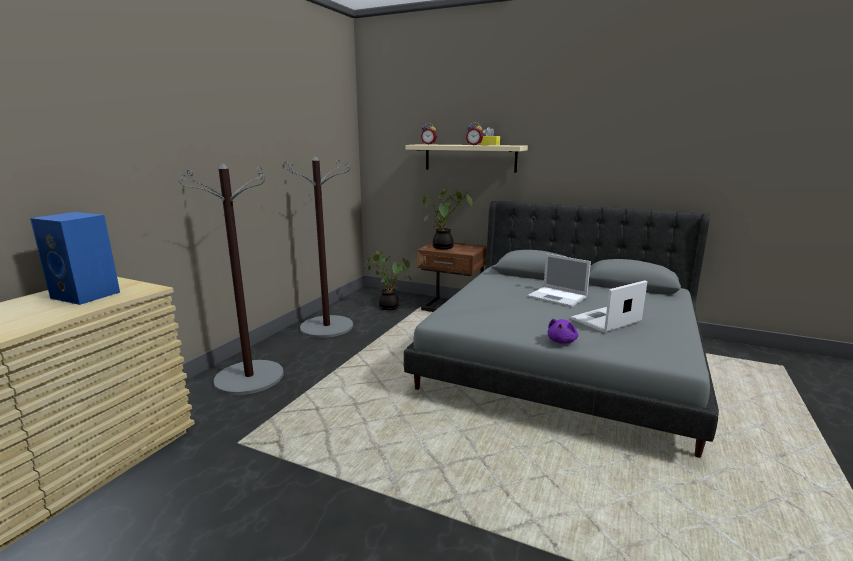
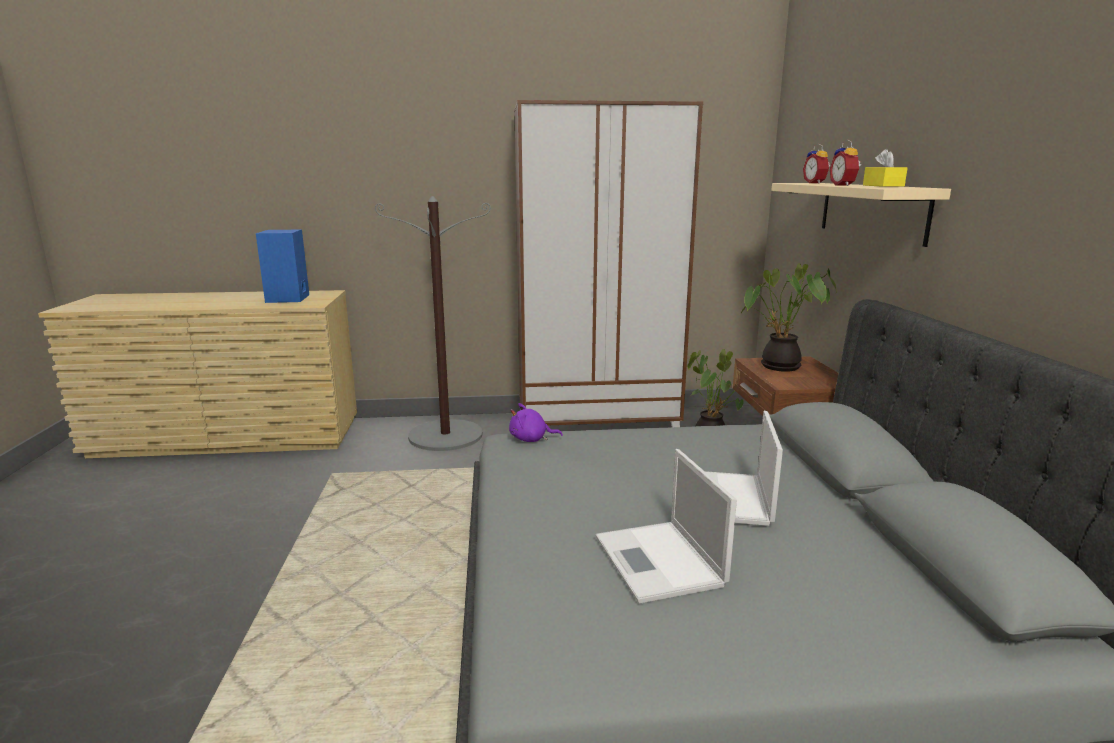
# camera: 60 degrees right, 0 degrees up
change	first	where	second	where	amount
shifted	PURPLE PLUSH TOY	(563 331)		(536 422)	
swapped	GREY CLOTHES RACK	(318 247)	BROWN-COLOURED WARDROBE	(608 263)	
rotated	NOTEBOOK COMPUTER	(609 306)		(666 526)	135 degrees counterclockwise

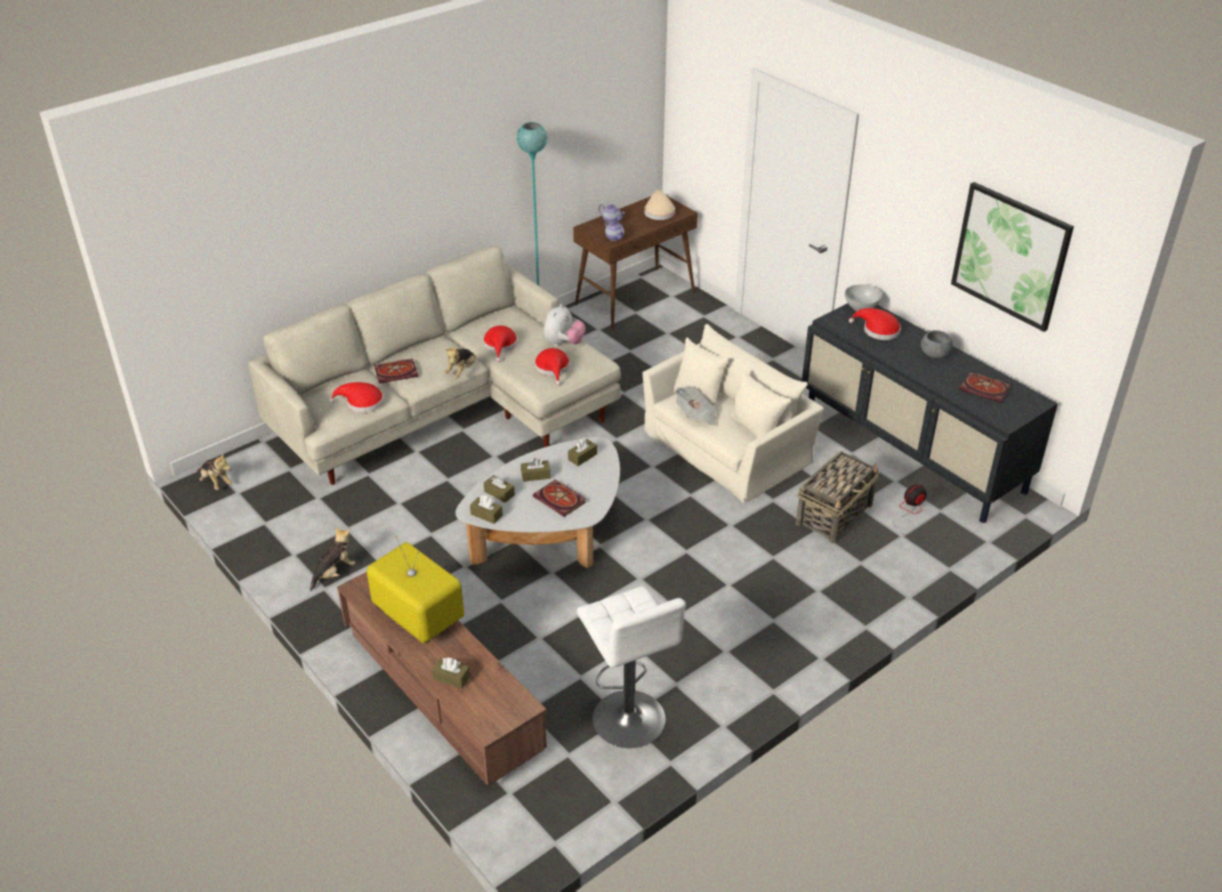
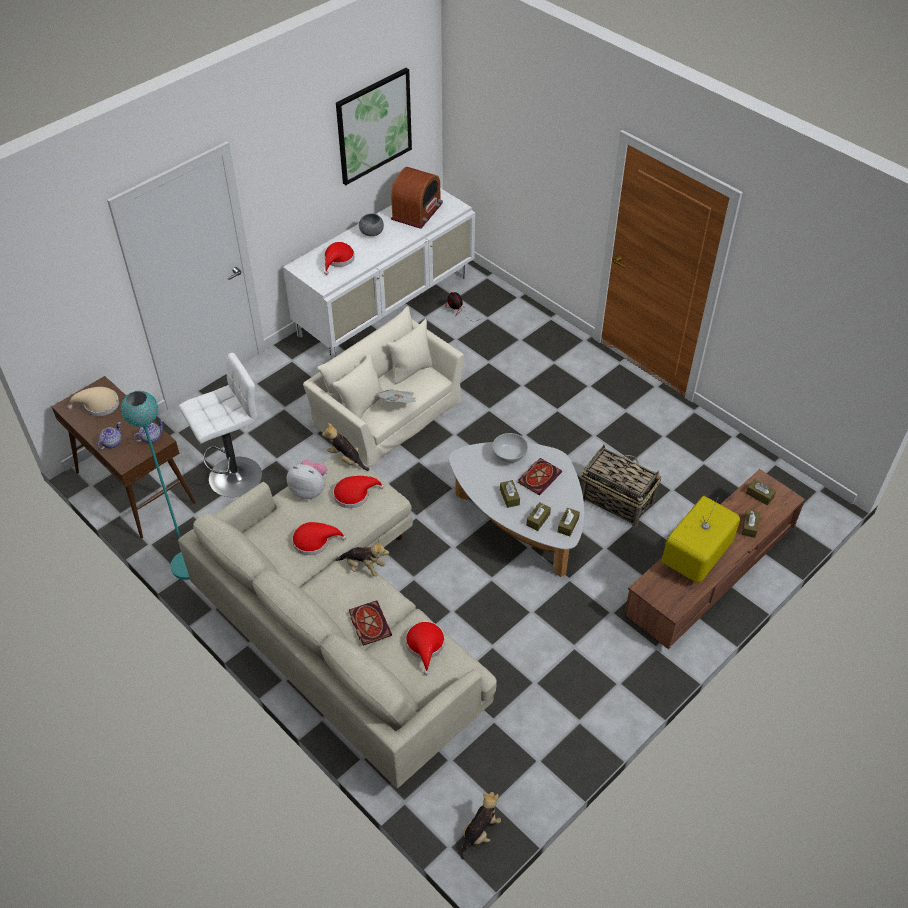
# camera: 95 degrees left, 10 degrees up
change	first	where	second	where	amount
shifted	WHITE STOOL SEAT	(631 667)		(220 425)	
repainted	BLACK-COLOURED STORAGE CABINET	(930 413)	WHITE STORAGE CABINET	(379 273)	
shifted	PLUSH TOY	(333 559)		(346 447)	
swapped	BOUND BOOK	(985 387)	RADIO SET	(417 198)	
shifted	WHITE DEEP DISH	(863 297)		(510 448)	
shifted	HOUSEHOLD BASKET	(837 497)		(621 485)	
shifted	BROWN-COLOURED TISSUE HOLDER	(582 452)		(761 492)	

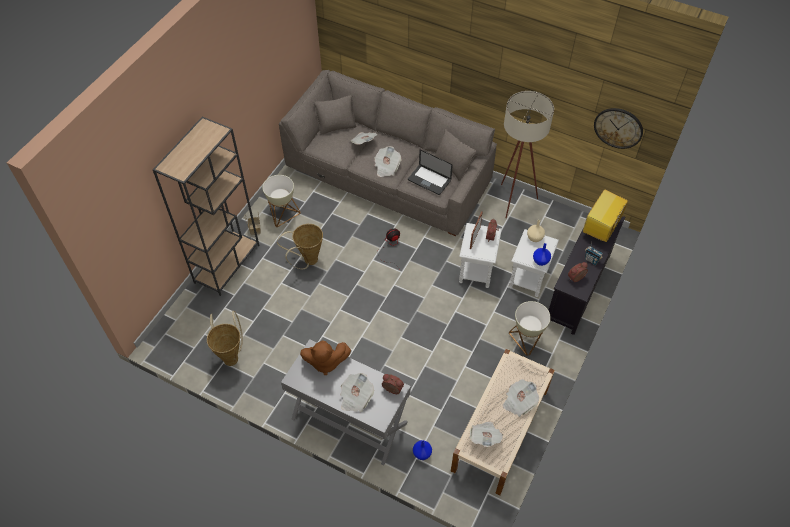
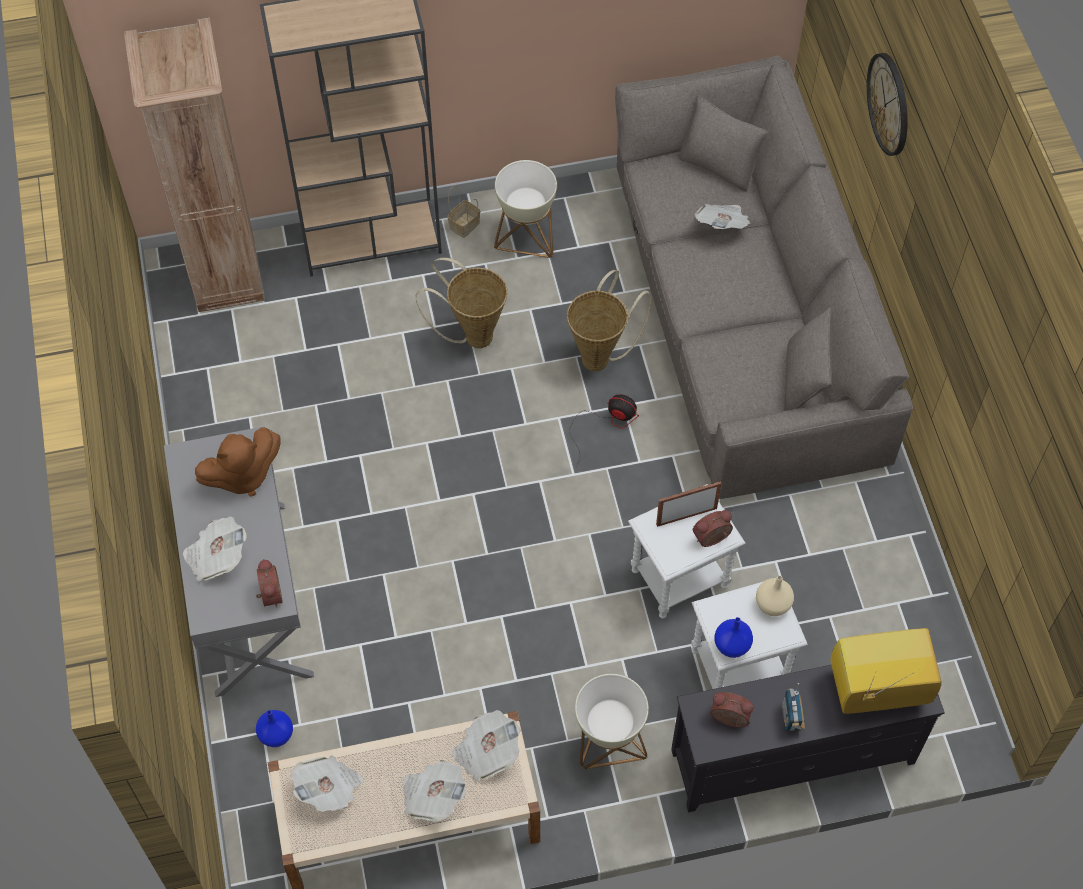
# camera: 50 degrees right, 5 degrees up
change	first	where	second	where	amount
new			BROWN-COLOURED STORAGE CABINET	(194 165)	
rotated	BROWN-COLOURED PLUSH TOY	(325 357)		(237 462)	75 degrees counterclockwise
shifted	PRINTED PAPER	(387 161)		(486 746)	
shifted	HOUSEHOLD BASKET	(225 338)		(609 320)	
shifted	HANGING CLOCK	(618 128)		(887 104)	
gone	NOTEBOOK COMPUTER	(430 172)			
gone	BEIGE-COLOURED FLOOR LAMP	(527 154)			

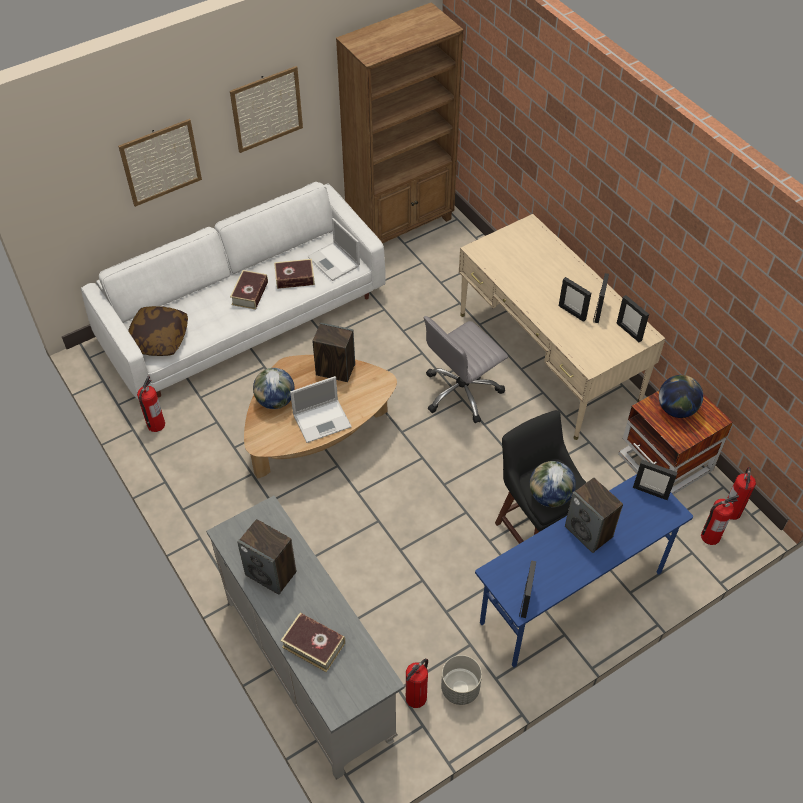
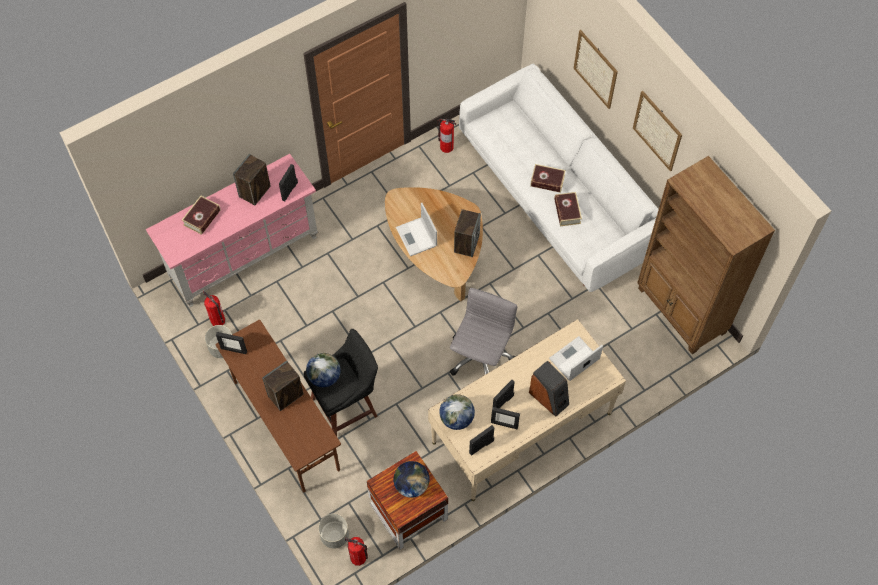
# camera: 90 degrees right, 10 degrees up
change	first	where	second	where	amount
repainted	GREY CHEST OF DRAWERS	(305 638)	PINKISH CHEST OF DRAWERS	(232 231)	
repainted	BLUISH DESK UNIT	(584 570)	BROWN-COLOURED DESK UNIT	(278 406)	
shifted	PICTURE FRAME	(655 480)		(288 182)	
swapped	EXTINGUISHER	(720 520)	GREY PLANTER	(333 531)	
shifted	GLOBE	(274 388)		(457 412)	
rotated	GREY DESK CHAIR	(465 369)		(483 332)	60 degrees clockwise
new			AUDIO SPEAKER	(549 388)	
shifted	NOTEBOOK COMPUTER	(334 249)		(576 358)	
gone	CUSHION	(158 331)			

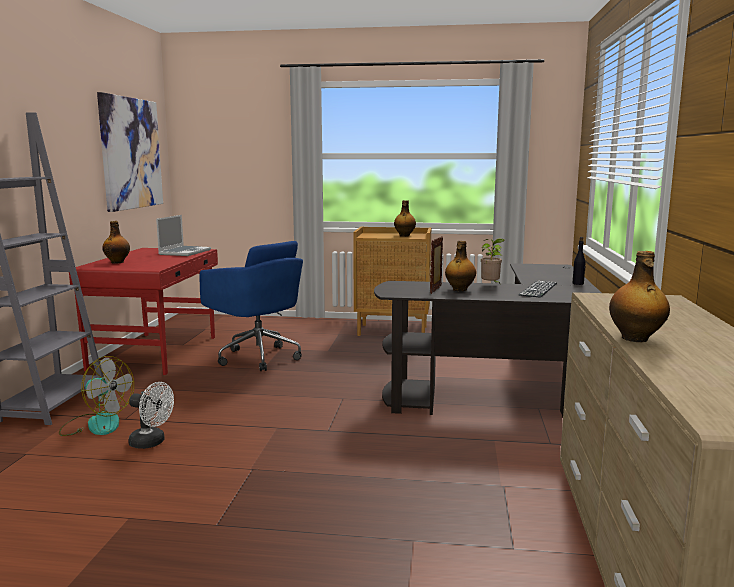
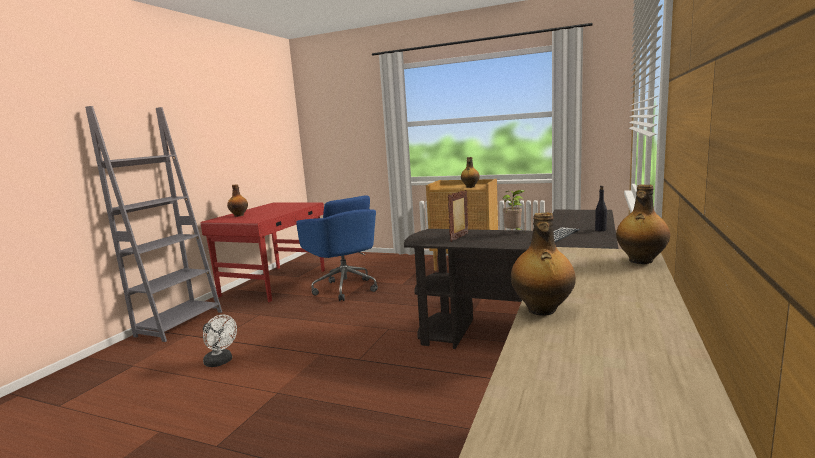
# camera: 15 degrees right, 0 degrees up
change	first	where	second	where	amount
shifted	BEVERAGE BOTTLE	(460 266)		(643 224)	
gone	COOLING FAN	(96 396)			
gone	WALL PICTURE	(130 152)			
gone	NOTEBOOK COMPUTER	(183 235)			

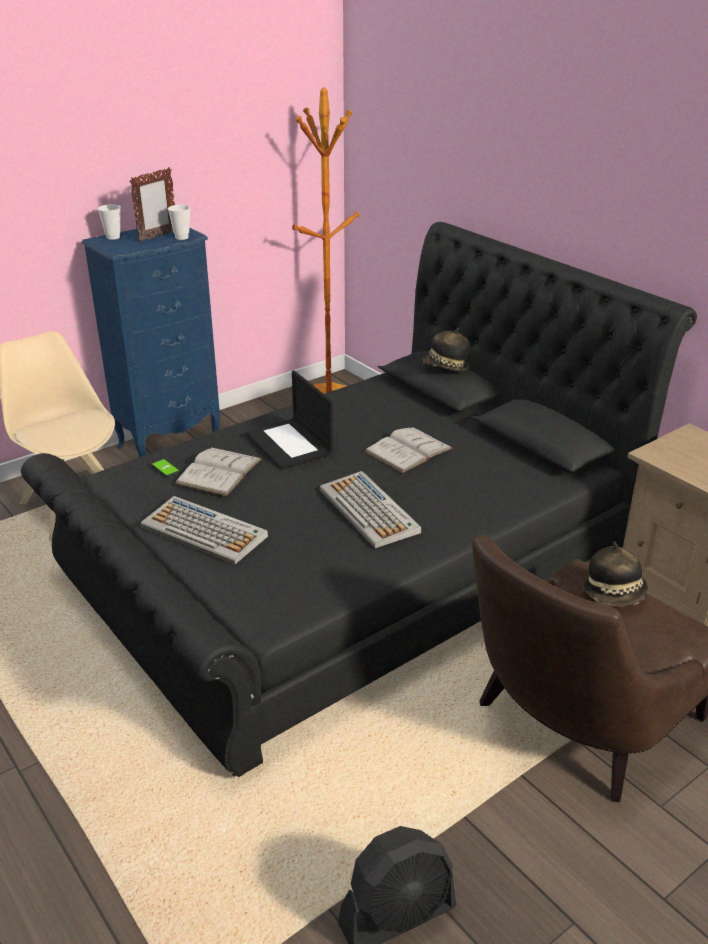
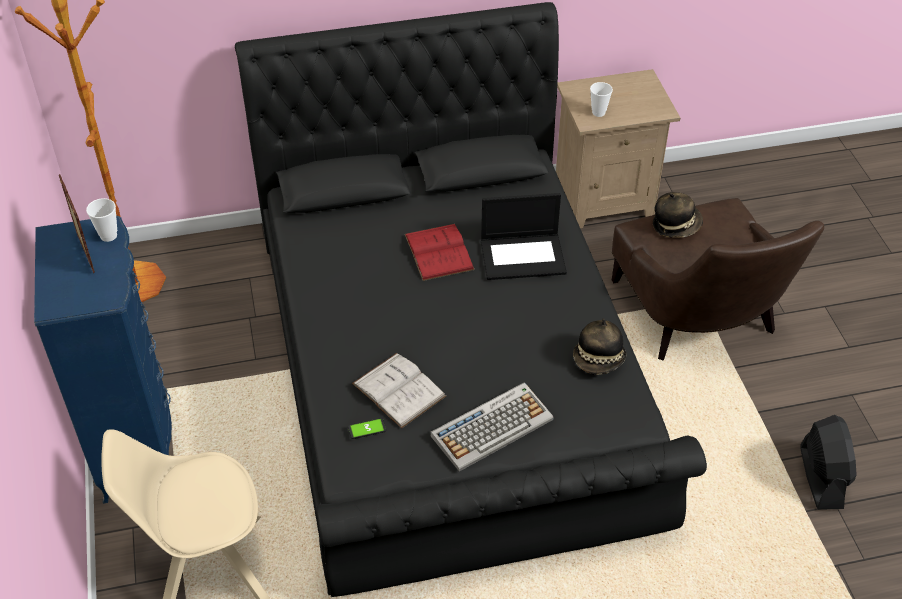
# camera: 65 degrees left, 15 degrees up
change	first	where	second	where	amount
repainted	WHITE BOUND BOOK	(408 450)	RED BOUND BOOK	(440 252)	
shifted	NOTEBOOK COMPUTER	(289 420)		(524 236)	
shifted	WEARABLE HAT	(445 349)		(600 346)	
shifted	CUP	(109 222)		(601 99)	
gone	PC KEYBOARD	(370 509)			

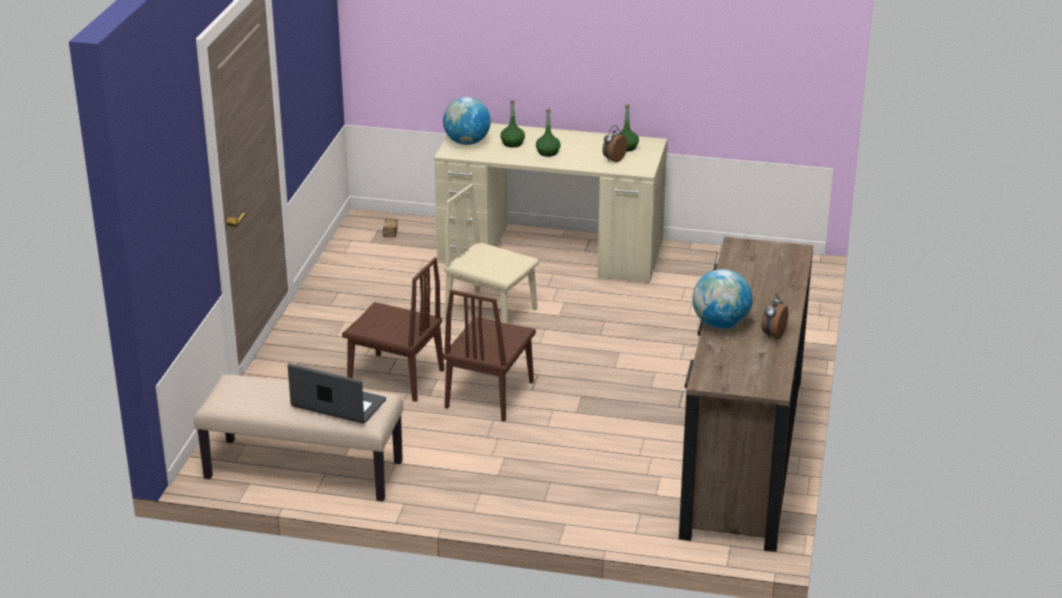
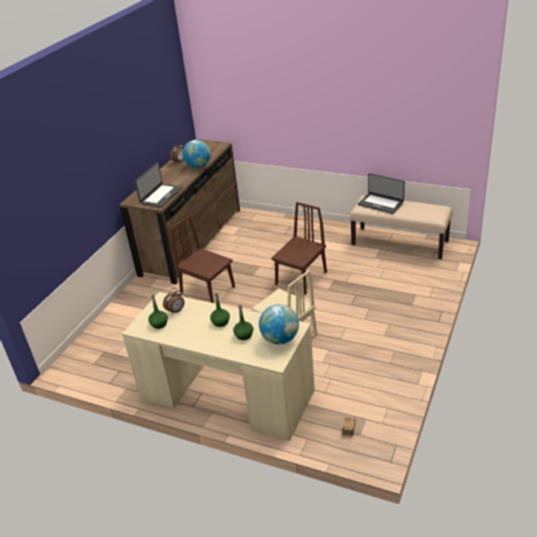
# camera: 165 degrees left, 5 degrees up
change	first	where	second	where	amount
new			NOTEBOOK COMPUTER	(159 185)	
shifted	BROWN-COLOURED PLAIN CHAIR	(393 329)		(203 259)	

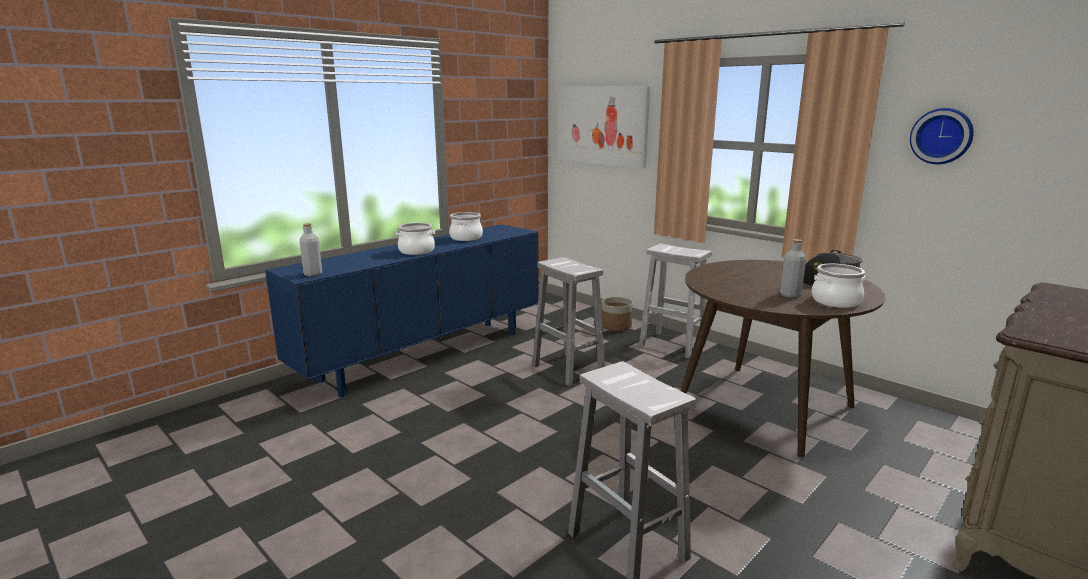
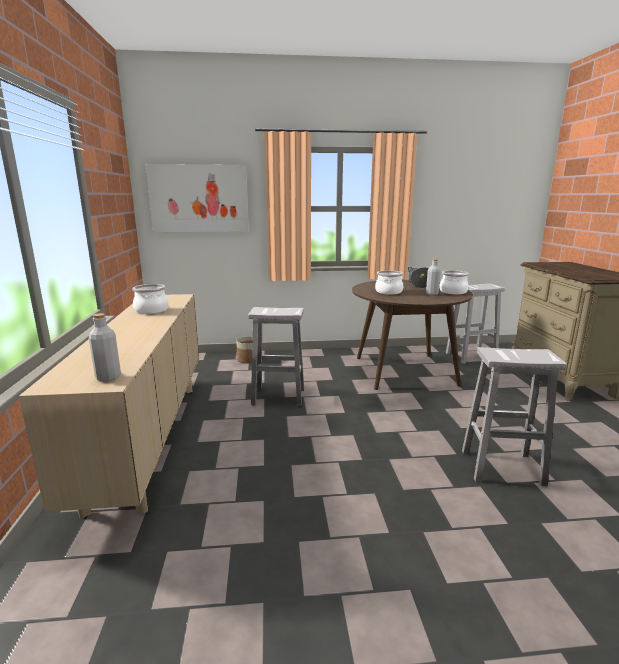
# camera: 50 degrees left, 0 degrees up
change	first	where	second	where	amount
repainted	BLUISH STORAGE CABINET	(402 311)	BEIGE-COLOURED STORAGE CABINET	(109 406)	
shifted	STOCKPOT	(415 239)		(389 282)	
shifted	WHITE STOOL SEAT	(675 301)		(475 323)	
gone	HANGING CLOCK	(942 136)			

